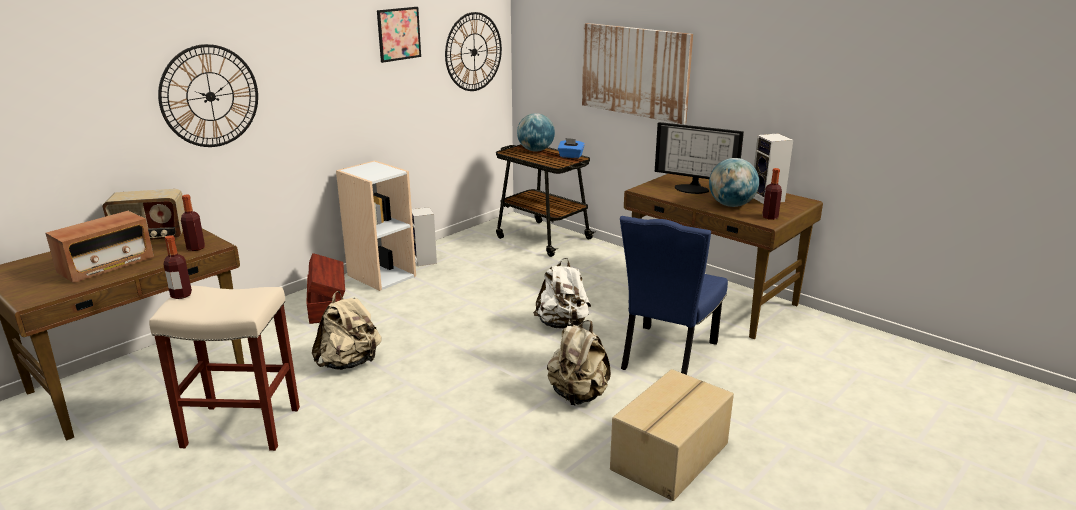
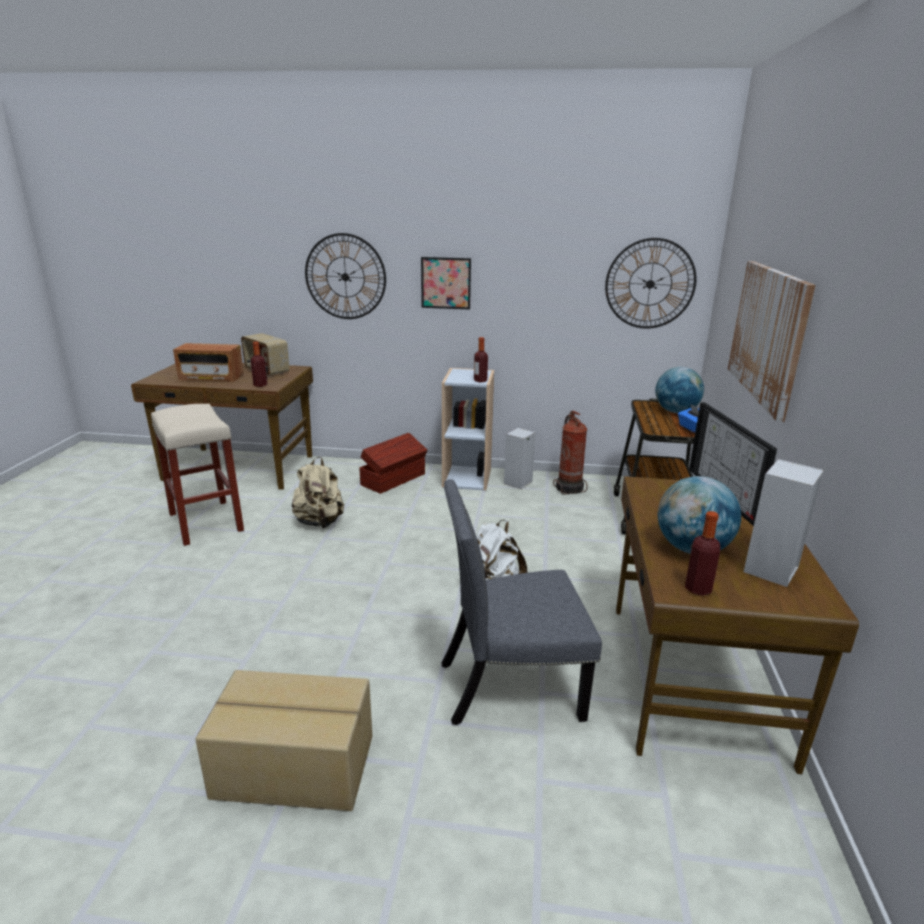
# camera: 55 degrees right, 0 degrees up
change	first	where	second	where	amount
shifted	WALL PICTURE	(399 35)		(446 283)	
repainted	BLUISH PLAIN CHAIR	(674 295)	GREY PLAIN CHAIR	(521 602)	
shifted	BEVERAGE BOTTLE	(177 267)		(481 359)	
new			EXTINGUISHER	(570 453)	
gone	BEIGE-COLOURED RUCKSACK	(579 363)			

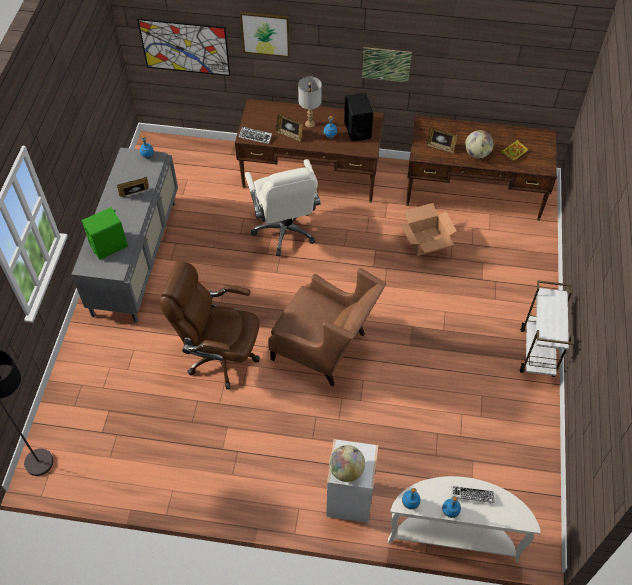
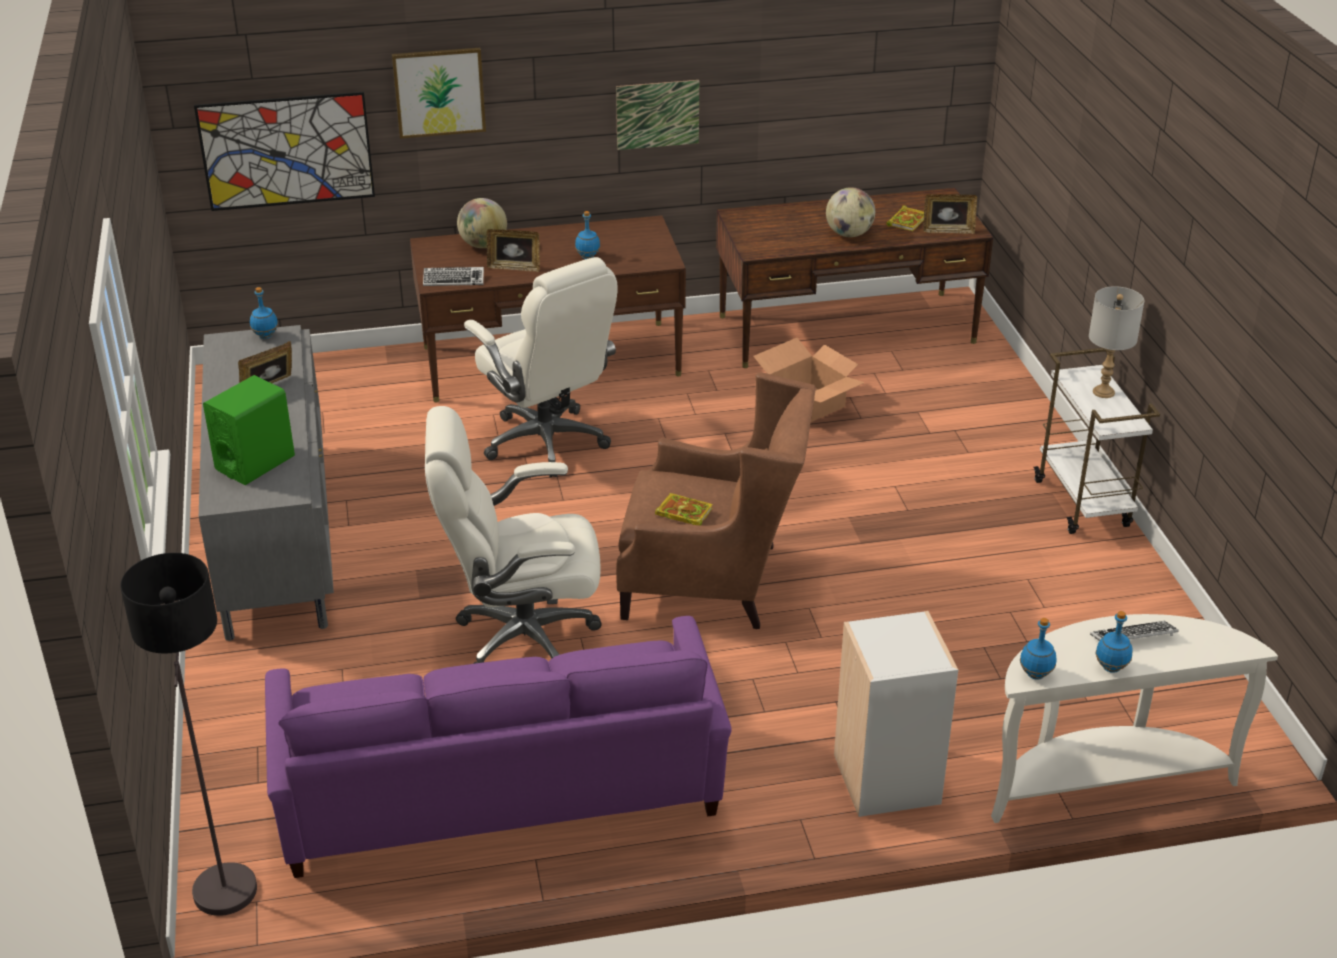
# camera: 20 degrees left, 20 degrees down
change	first	where	second	where	amount
new			PURPLE SETTEE	(498 747)	
repainted	BROWN-COLOURED DESK CHAIR	(210 325)	WHITE DESK CHAIR	(513 535)	
shifted	GLOBE	(347 463)		(482 223)	
new			BOUND BOOK	(684 509)	
shifted	PICTURE FRAME	(441 140)		(950 214)	
shifted	GREY TABLE LAMP	(310 102)		(1116 342)	
gone	BLACK-COLOURED AUDIO SPEAKER	(358 117)			

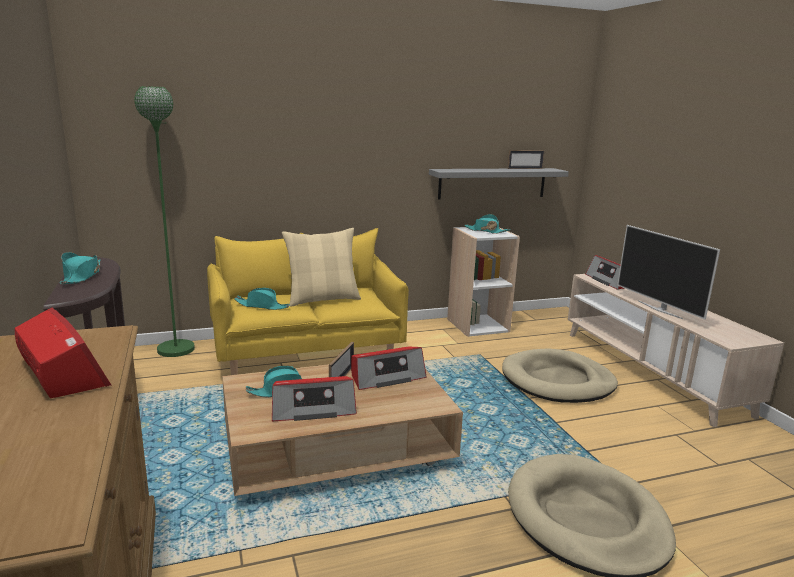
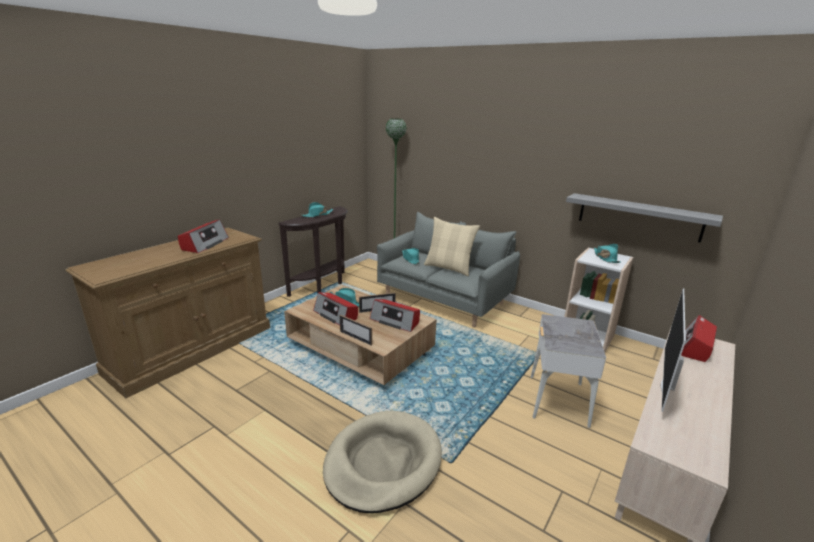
# camera: 55 degrees right, 5 degrees up
change	first	where	second	where	amount
shifted	PICTURE FRAME	(526 159)		(356 330)	
repainted	YELLOW SETTEE	(308 301)	GREY SETTEE	(448 269)	
swapped	BEIGE-COLOURED PET BED	(560 376)	END TABLE	(568 371)	

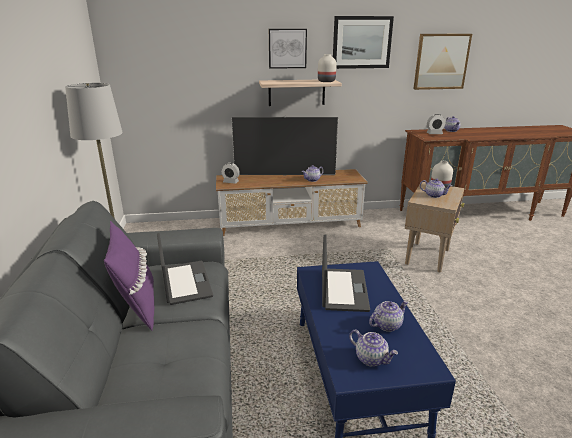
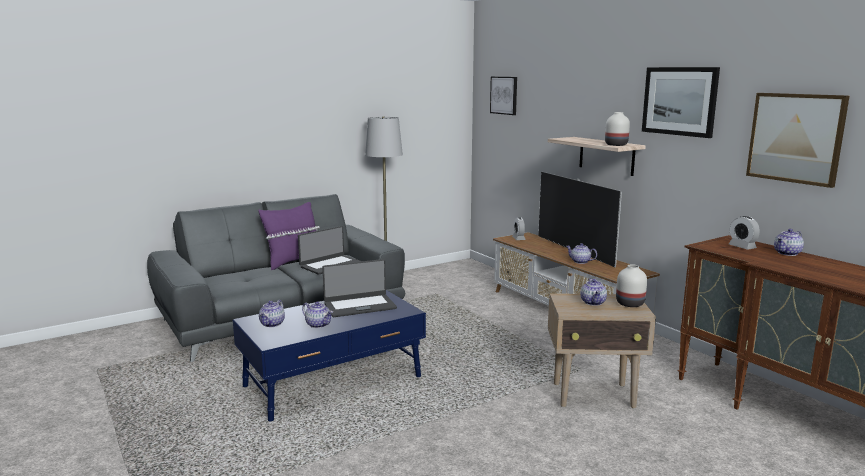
# camera: 65 degrees right, 10 degrees down
change	first	where	second	where	amount
shifted	WALL PICTURE	(288 49)		(503 96)	

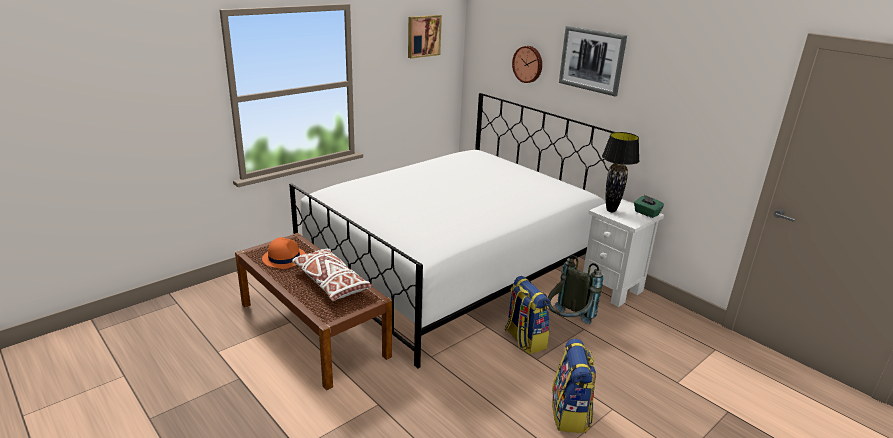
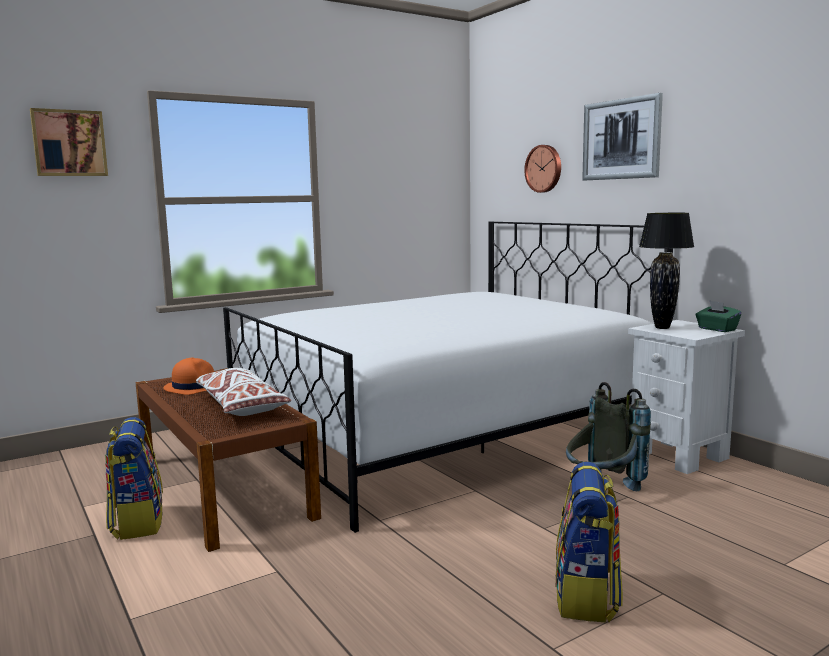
# camera: 10 degrees right, 15 degrees down
change	first	where	second	where	amount
shifted	WALL PICTURE	(425 37)		(69 142)	
shifted	RUCKSACK	(527 315)		(134 478)	

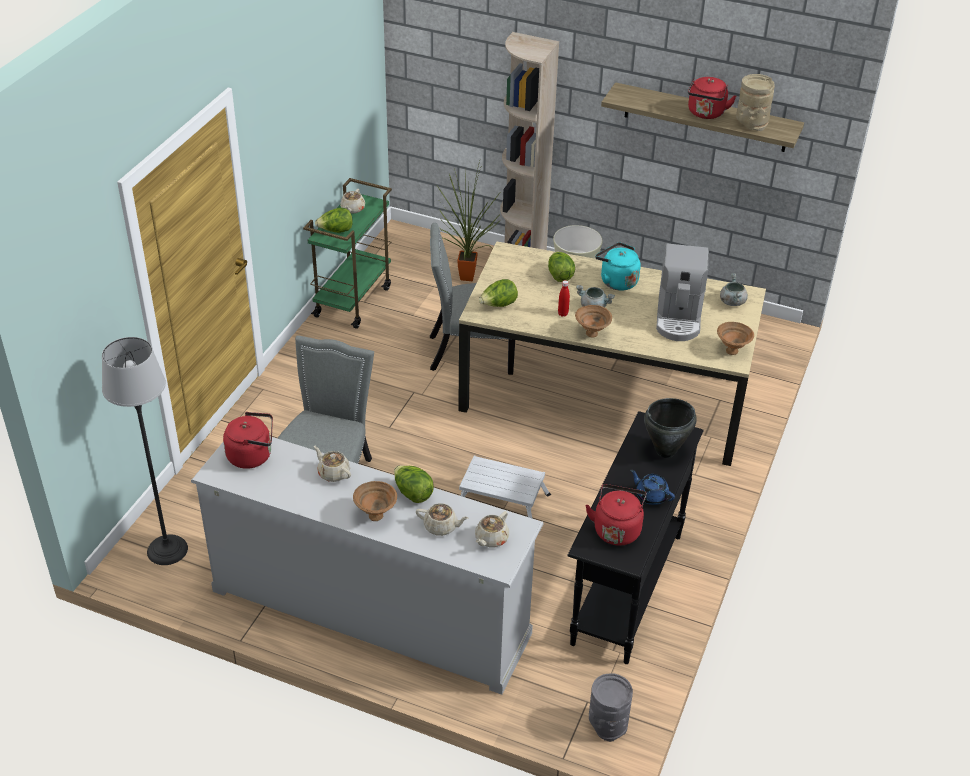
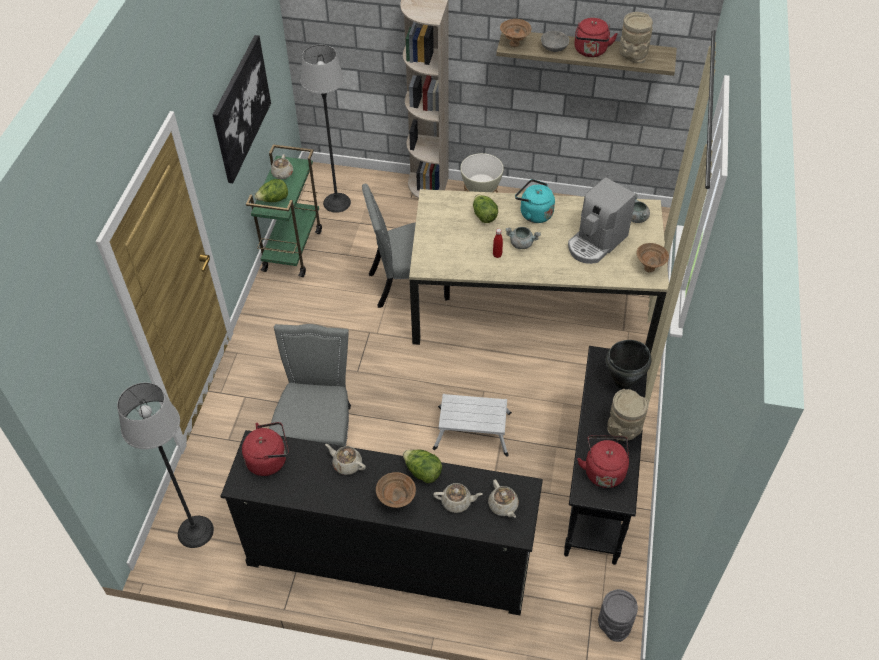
# camera: 10 degrees left, 10 degrees up
change	first	where	second	where	amount
new			WALL PICTURE	(242 109)	
repainted	WHITE STORAGE CABINET	(367 565)	BLACK-COLOURED STORAGE CABINET	(381 522)	
new			FLOOR LAMP	(326 129)	
rotated	BEIGE-COLOURED TEAPOT	(492 529)		(503 498)	45 degrees counterclockwise
shifted	BROWN-COLOURED DEEP DISH	(593 321)		(515 33)	
new			GREY DEEP DISH	(555 41)	
rotated	COFFEE MACHINE	(682 292)		(602 220)	45 degrees clockwise
swapped	BLUISH TEAPOT	(652 487)	BEIGE-COLOURED DECORATIVE VASE	(628 415)	
gone	PLANT IN A POT	(468 221)			
gone	LETTUCE HEAD	(498 293)			

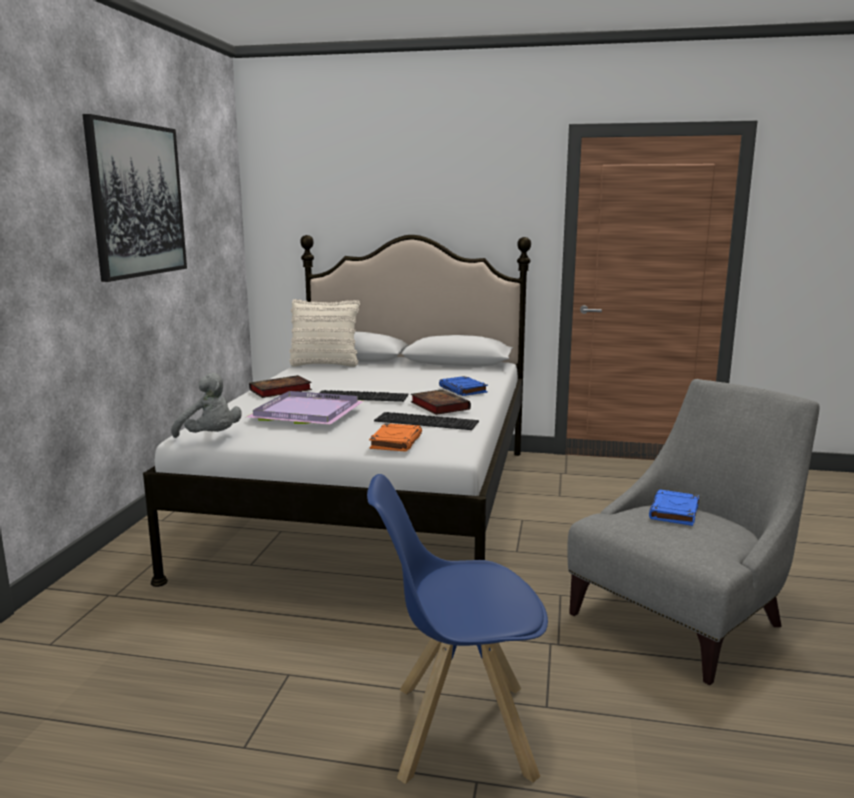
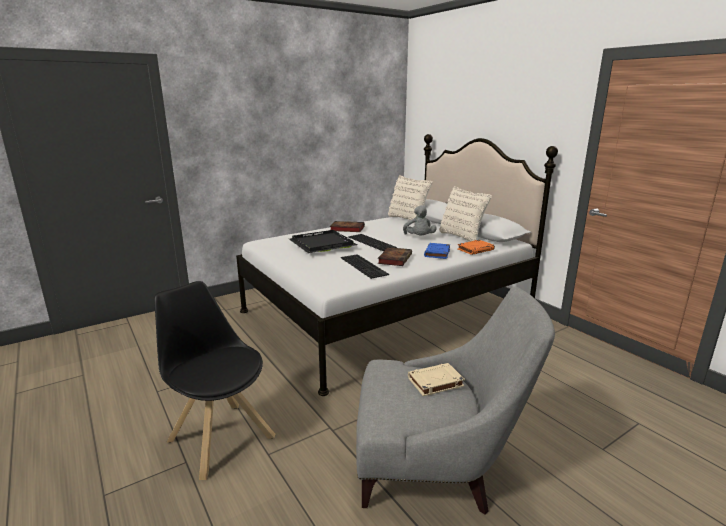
# camera: 45 degrees right, 5 degrees up
change	first	where	second	where	amount
repainted	BLUISH PLAIN CHAIR	(457 629)	BLACK-COLOURED PLAIN CHAIR	(214 380)	
repainted	PURPLE CARRYING TRAY	(305 408)	BLACK-COLOURED CARRYING TRAY	(323 241)	
shifted	GREY PLUSH TOY	(206 405)		(420 220)	
repainted	BLUISH BOUND BOOK	(674 507)	BEIGE-COLOURED BOUND BOOK	(436 379)	
new			BEIGE-COLOURED CUSHION	(465 214)	
shifted	ORANGEY BOUND BOOK	(395 437)		(476 247)	
gone	WALL PICTURE	(134 198)			

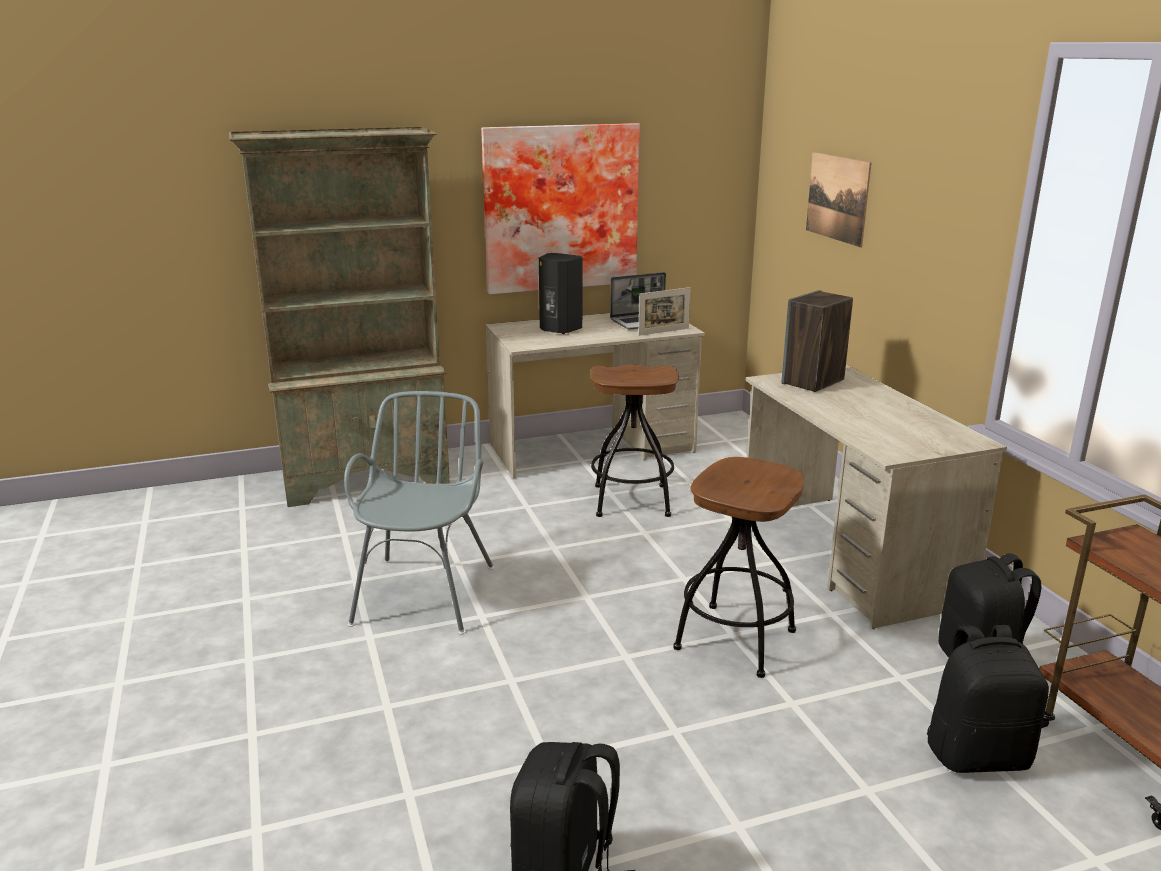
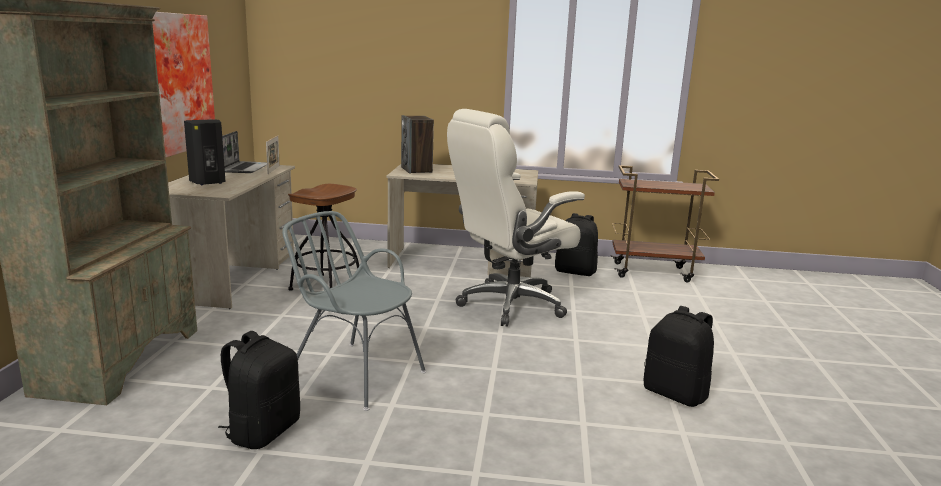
# camera: 65 degrees left, 5 degrees down
change	first	where	second	where	amount
shifted	BLACK-COLOURED RUCKSACK	(988 699)		(259 390)	
swapped	BROWN-COLOURED STOOL SEAT	(739 567)	WHITE DESK CHAIR	(516 218)	
gone	WALL PICTURE	(839 200)			

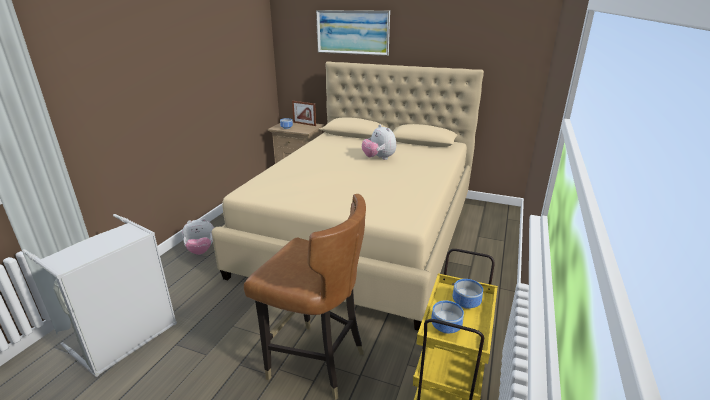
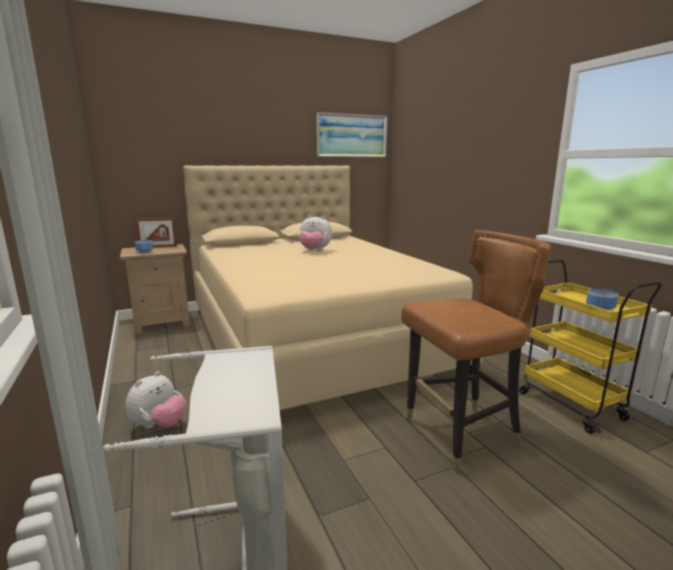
# camera: 45 degrees left, 10 degrees down
change	first	where	second	where	amount
shifted	WALL PICTURE	(353 33)		(352 134)	
gone	DEEP DISH	(468 294)			

